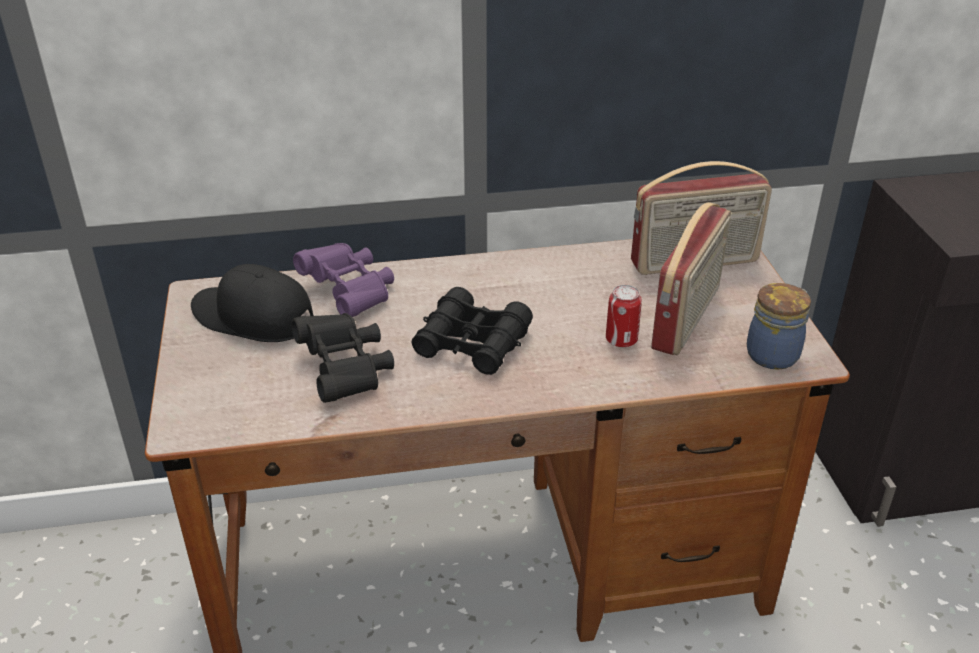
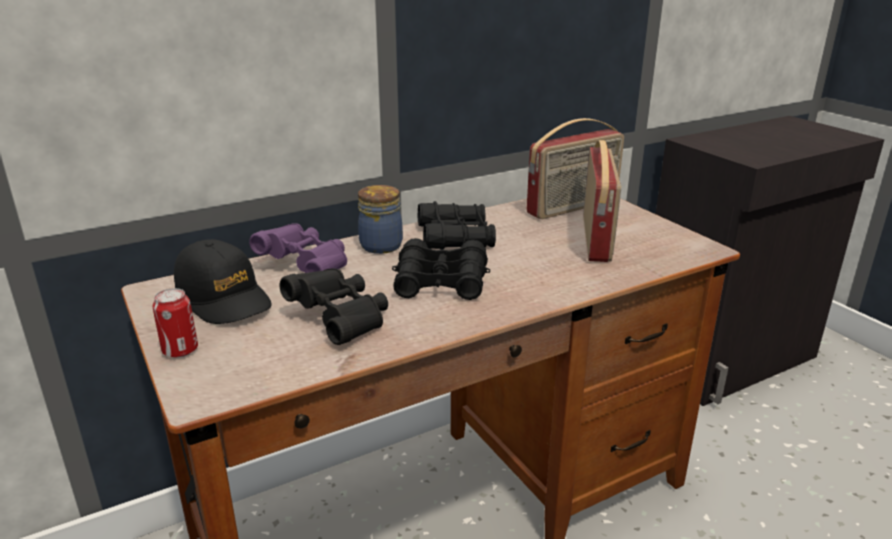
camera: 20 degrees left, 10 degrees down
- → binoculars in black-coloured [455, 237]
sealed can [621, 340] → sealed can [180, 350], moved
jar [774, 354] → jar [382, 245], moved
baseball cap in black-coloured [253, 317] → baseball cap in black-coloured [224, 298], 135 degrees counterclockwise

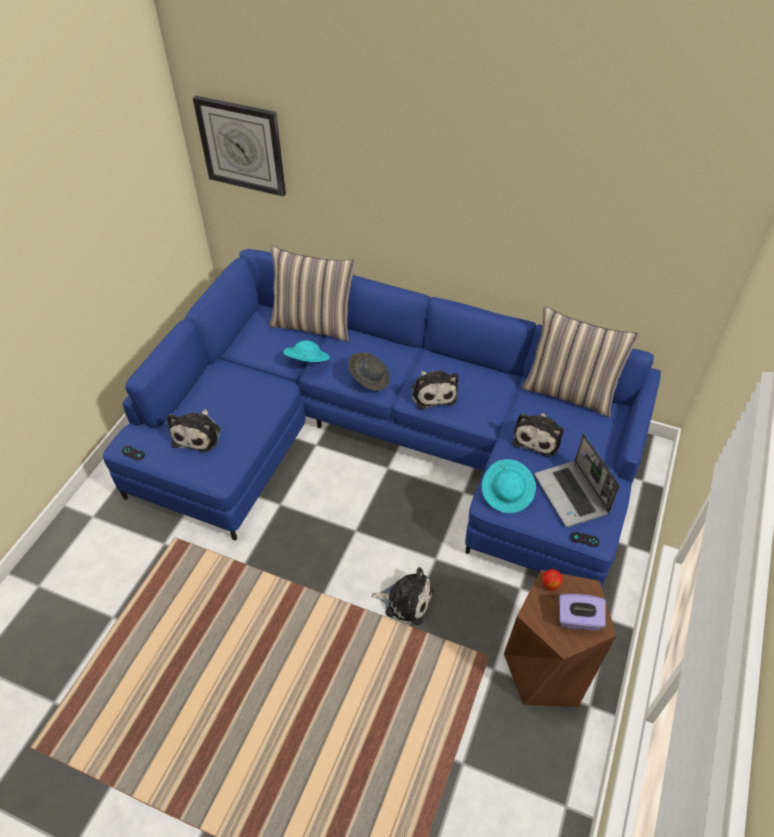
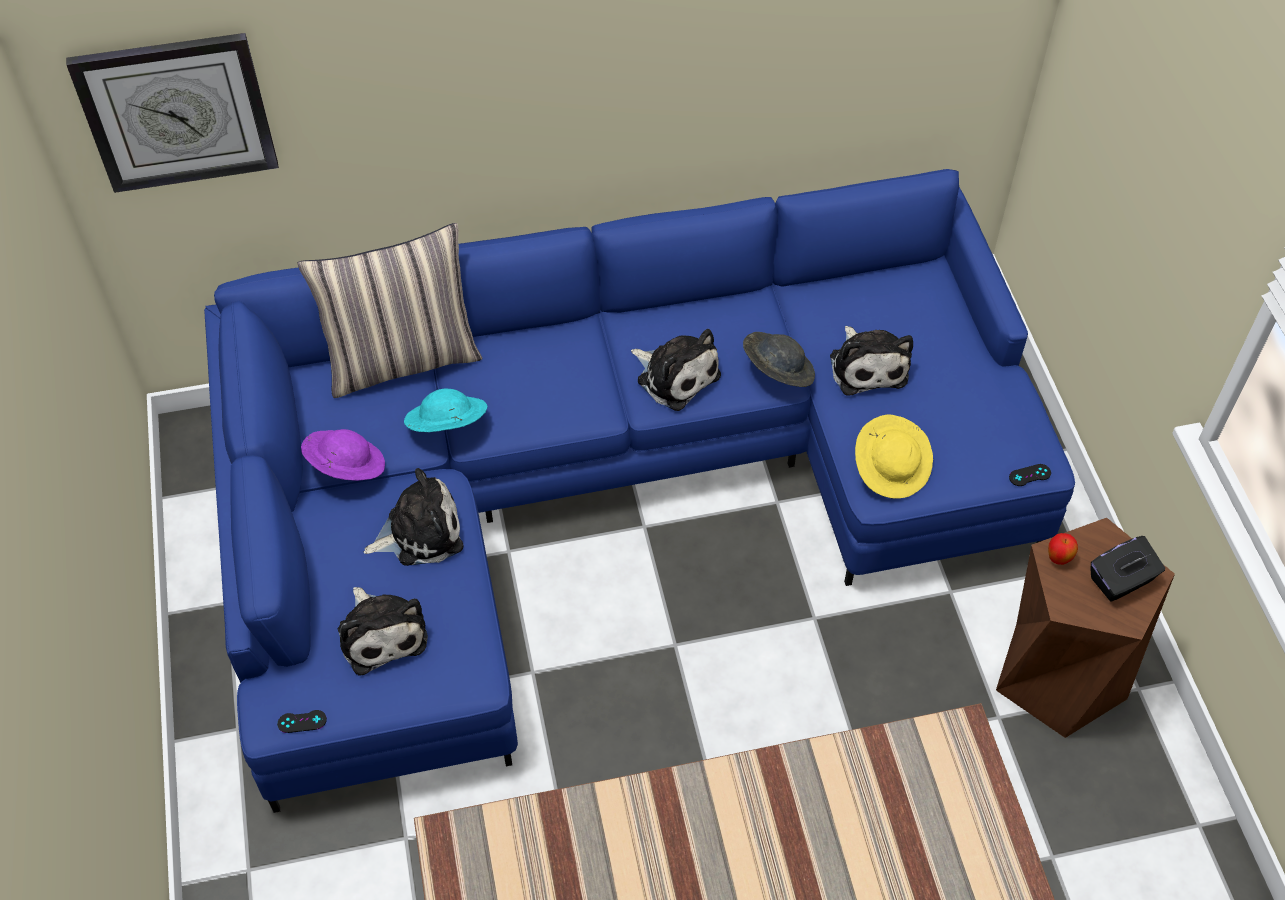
camera: 35 degrees left, 5 degrees up
throw pillow [570, 392] → -
notebook computer [572, 495] → -
- → hat in purple [345, 467]
hat in greyish [369, 378] → hat in greyish [777, 371], moved
plush toy [405, 601] → plush toy [419, 532], moved
hat in turquoise-coloured [507, 493] → hat in yellow [891, 468]
box of tissues in purple [578, 620] → box of tissues in black-coloured [1121, 581]

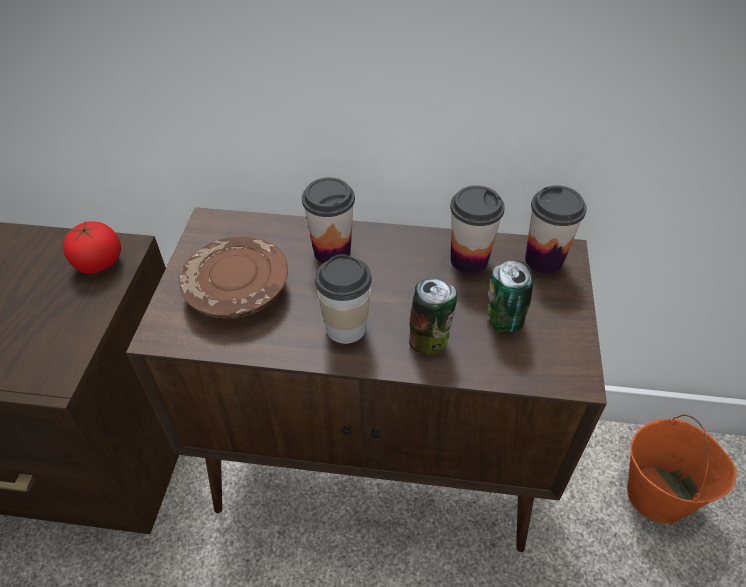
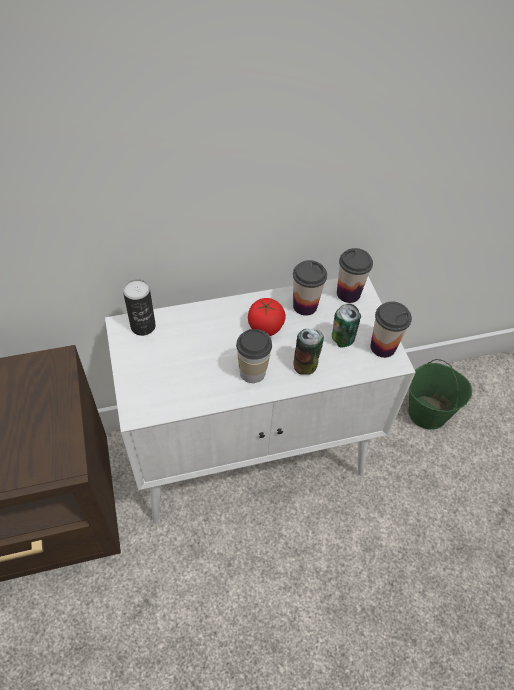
camera: 25 degrees left, 5 degrees up
dinner plate in brown-coloured [237, 290] → -
- → sealed can [143, 326]
whole tomato [99, 263] → whole tomato [265, 327], moved
cup [332, 252] → cup [382, 347], moved
storage cabinet in brown-coloured [378, 469] → storage cabinet in white [252, 456]
pail in orangey [658, 494] → pail in greenish [427, 412]

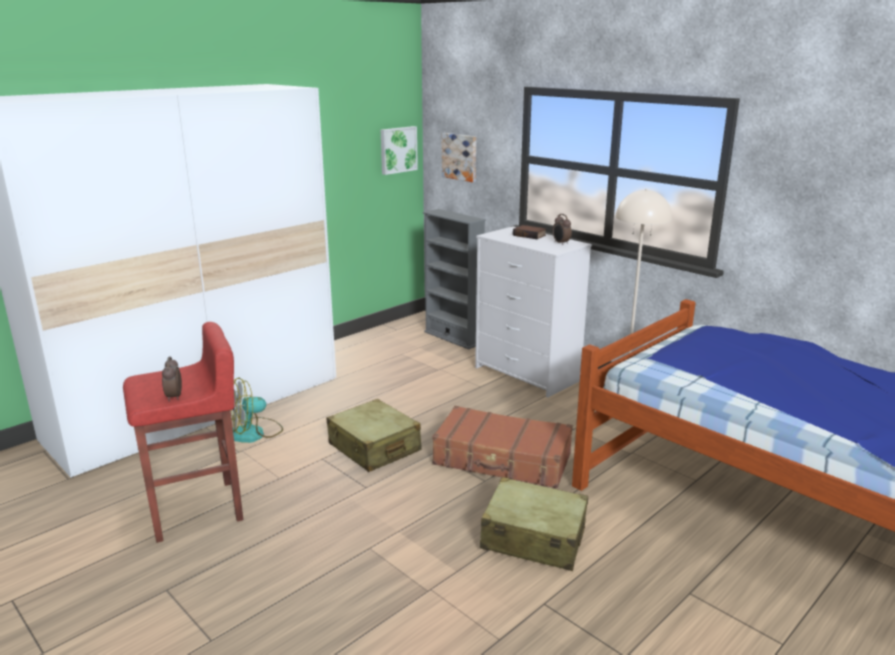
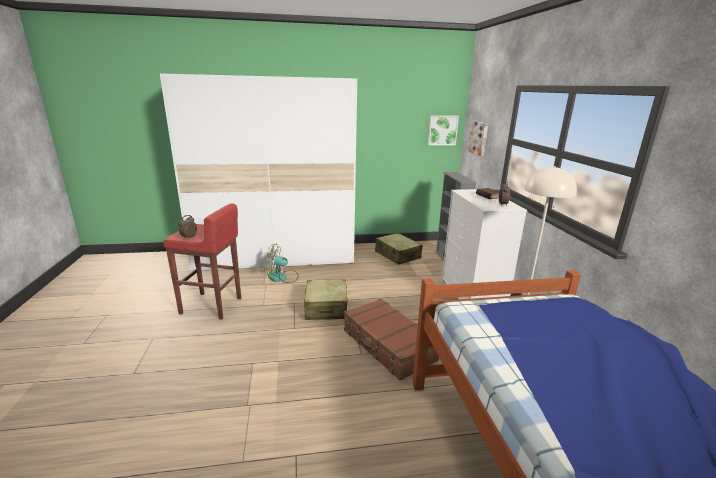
camera: 35 degrees right, 0 degrees up
piece of luggage in beige-coloured [533, 538] → piece of luggage in beige-coloured [397, 255], moved

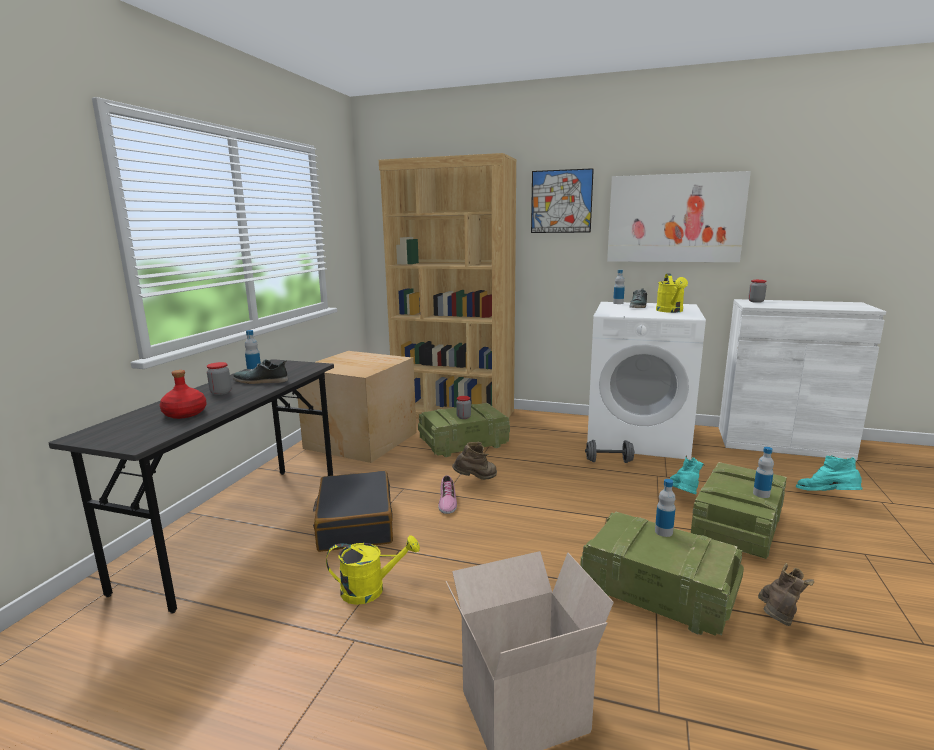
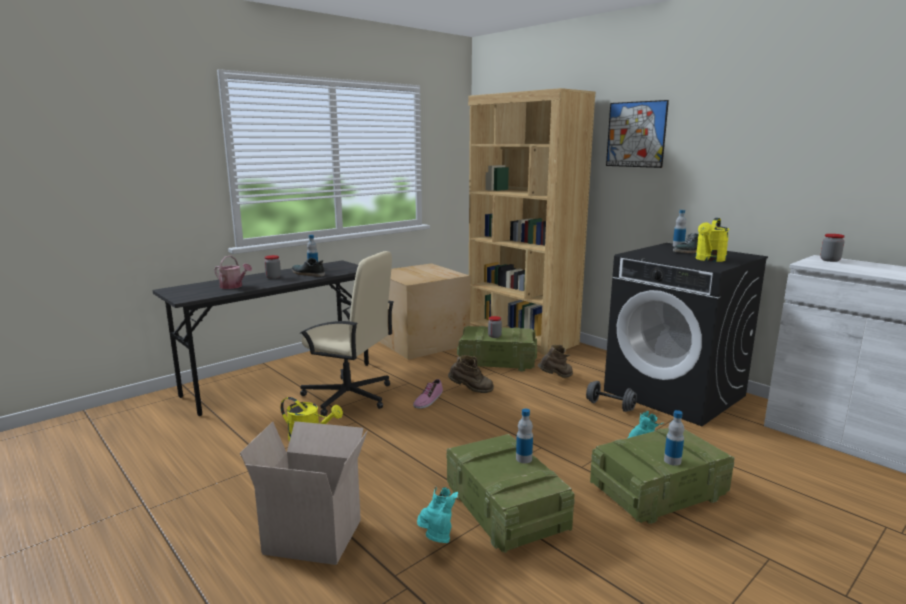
camera: 30 degrees right, 0 degrees up
picture [674, 218] → -
tall boot in brown-coloured [777, 620] → tall boot in brown-coloured [556, 378], moved
tall boot in turquoise-coloured [826, 497] → tall boot in turquoise-coloured [436, 540], moved
drink bottle in red-coloured [185, 414] → watering can [233, 286]
piece of luggage in black-coloured [355, 523] → office chair in beige-coloured [349, 396]
washing machine in white [639, 437] → washing machine in black-coloured [675, 393]

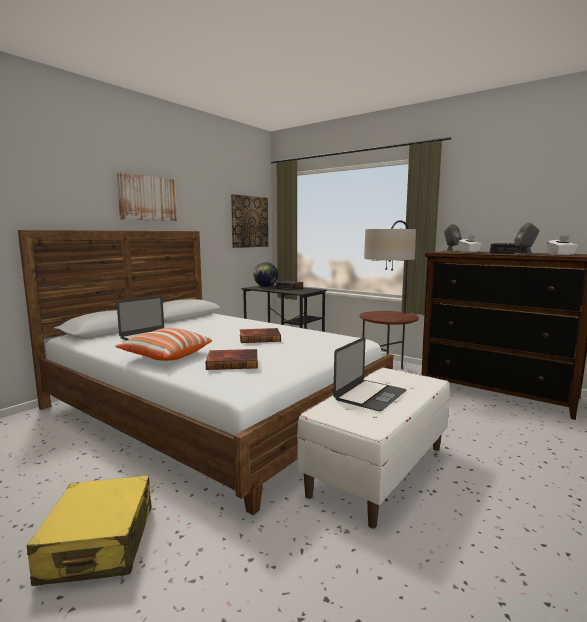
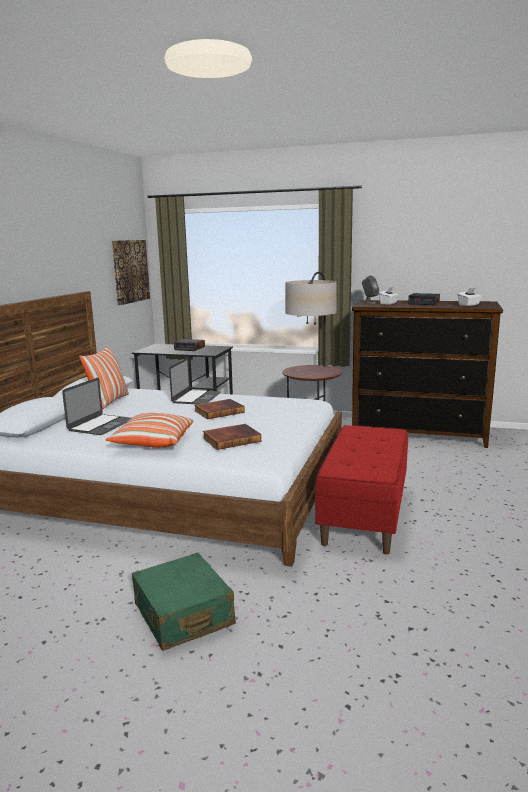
camera: 20 degrees left, 5 degrees up
picture [148, 198] → -
desk globe [265, 286] → -
loudspeaker in greyish [525, 254] → -
- → throw pillow [109, 402]
notebook computer [370, 395] → notebook computer [196, 397], moved
piece of luggage in yellow [99, 544] → piece of luggage in greenish [183, 615]
bench in white [378, 470] → bench in red-coloured [364, 514]

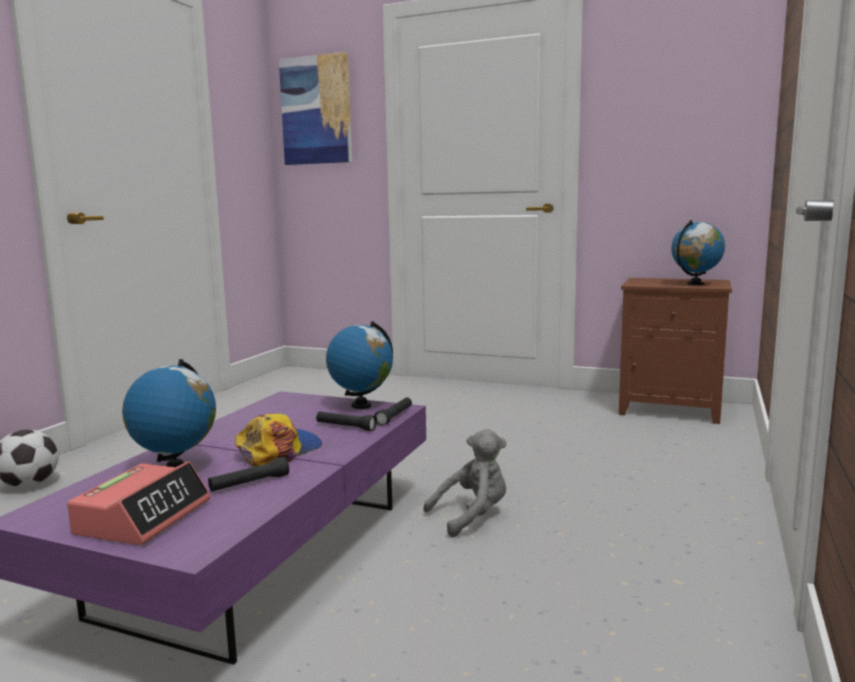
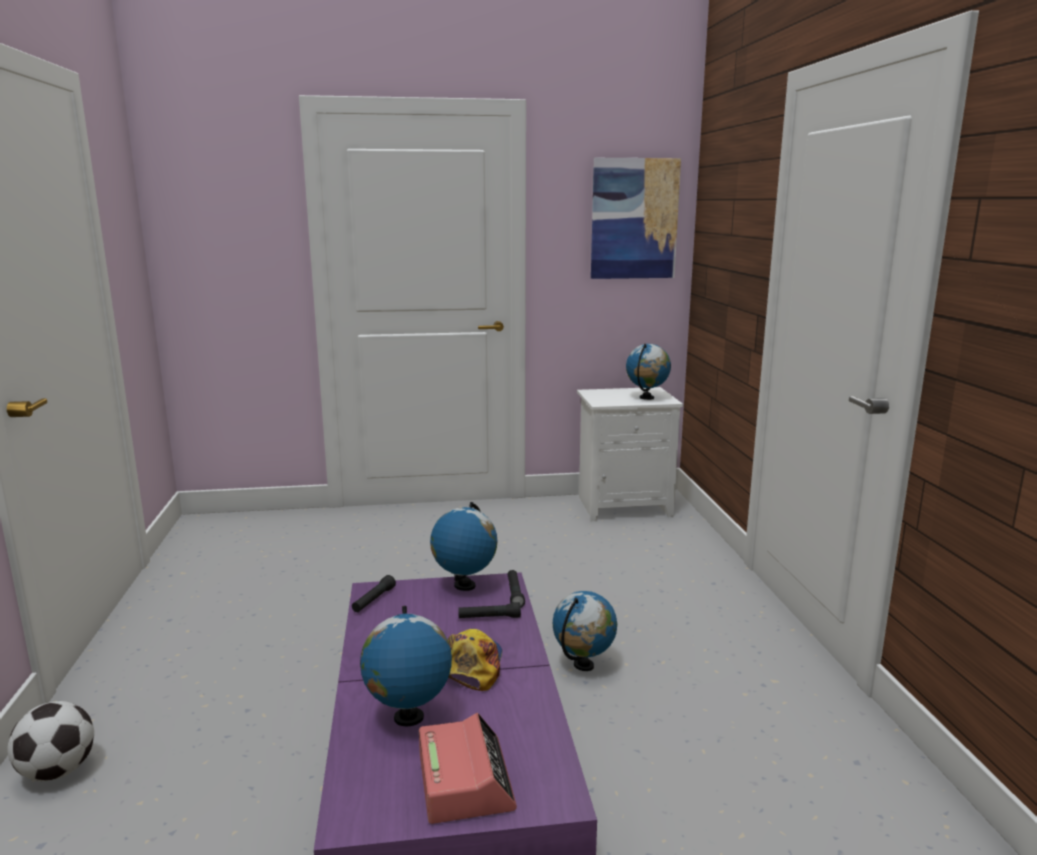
camera: 30 degrees left, 5 degrees up
flashlight in black-coloured [249, 484] → flashlight in black-coloured [373, 600], moved
picture [316, 110] → picture [634, 219], moved
plush toy in greyish [472, 516] → desk globe [583, 665]
bedside table in brown-coloured [671, 408] → bedside table in white [624, 506]

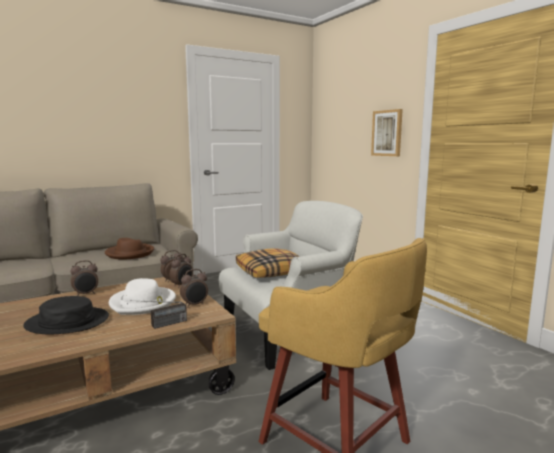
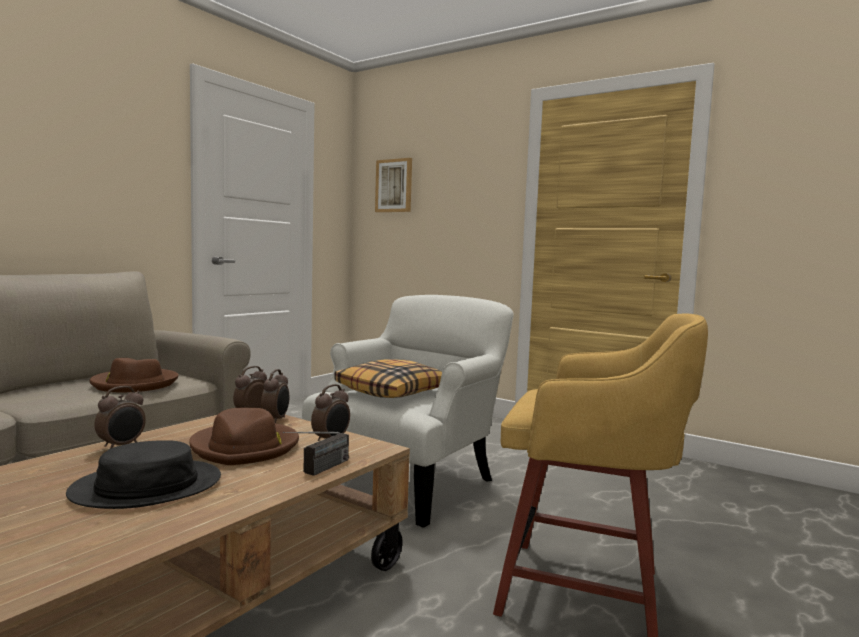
camera: 25 degrees left, 5 degrees down
picture [387, 133] → picture [394, 186], moved
hat in white [143, 303] → hat in brown-coloured [246, 447]

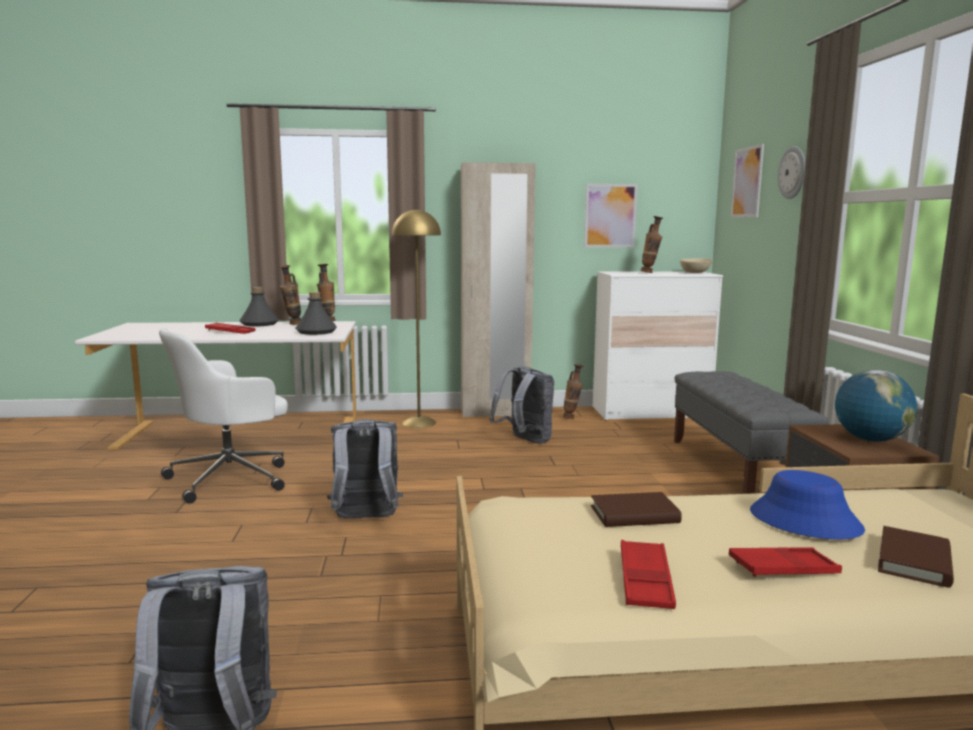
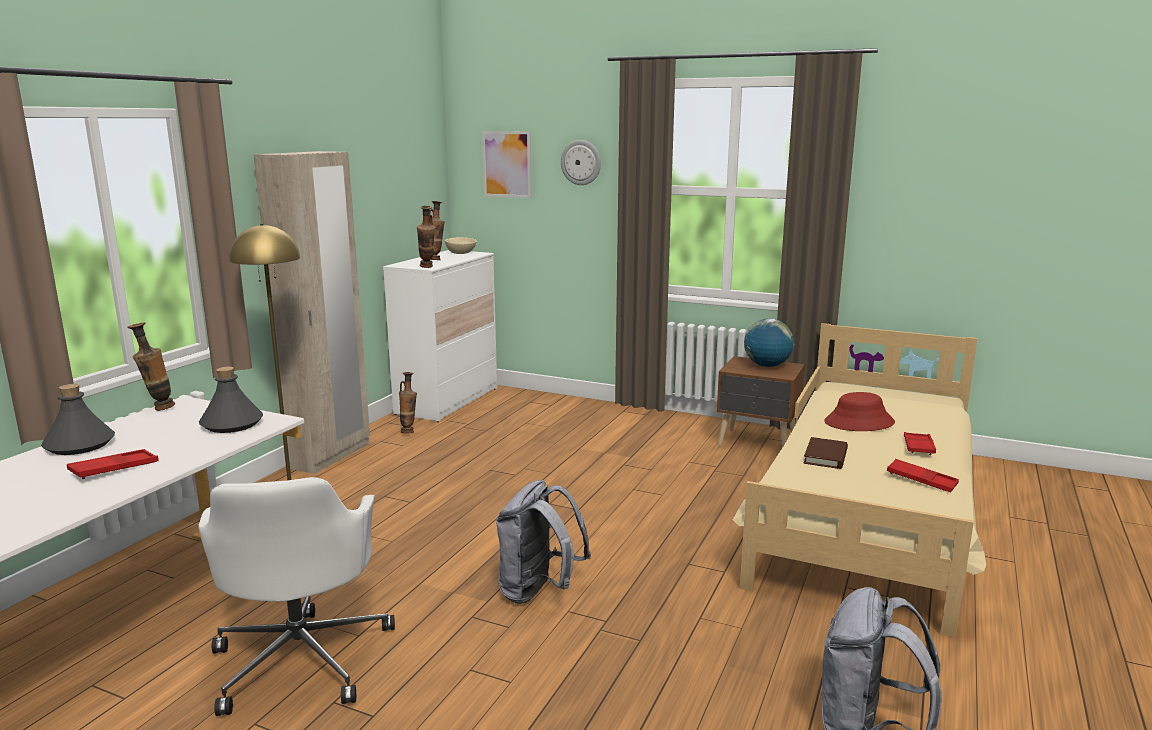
camera: 60 degrees left, 5 degrees up
rucksack in greyish [524, 441] → -
picture [610, 216] → -
bench in greyish [736, 467] → -
book in brown-coloured [914, 561] → -
flower vase [292, 324] → flower vase [427, 267], moved
hat in blue-coloured [804, 521] → hat in red-coloured [859, 423]

